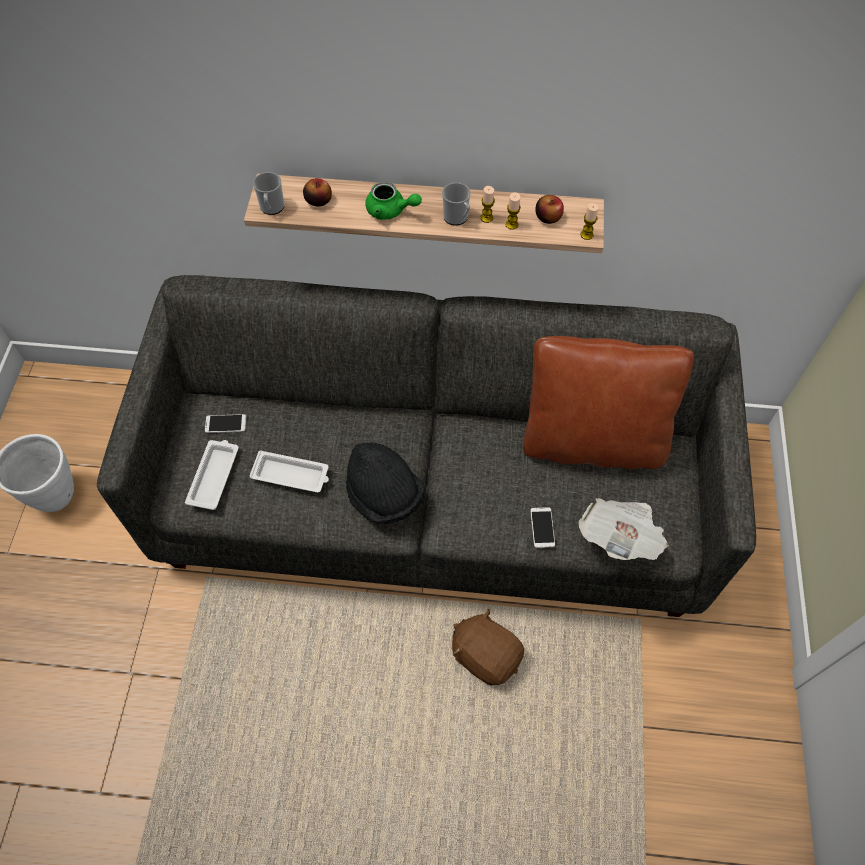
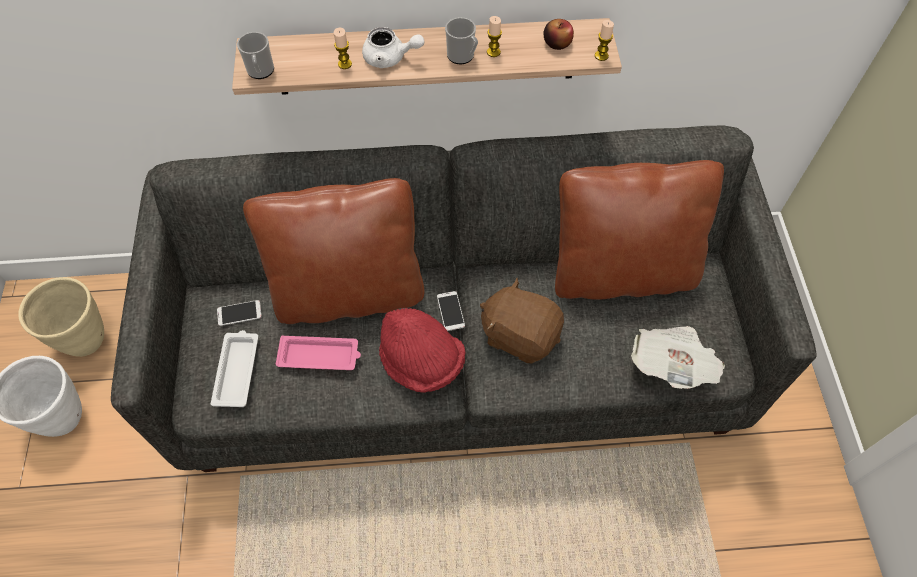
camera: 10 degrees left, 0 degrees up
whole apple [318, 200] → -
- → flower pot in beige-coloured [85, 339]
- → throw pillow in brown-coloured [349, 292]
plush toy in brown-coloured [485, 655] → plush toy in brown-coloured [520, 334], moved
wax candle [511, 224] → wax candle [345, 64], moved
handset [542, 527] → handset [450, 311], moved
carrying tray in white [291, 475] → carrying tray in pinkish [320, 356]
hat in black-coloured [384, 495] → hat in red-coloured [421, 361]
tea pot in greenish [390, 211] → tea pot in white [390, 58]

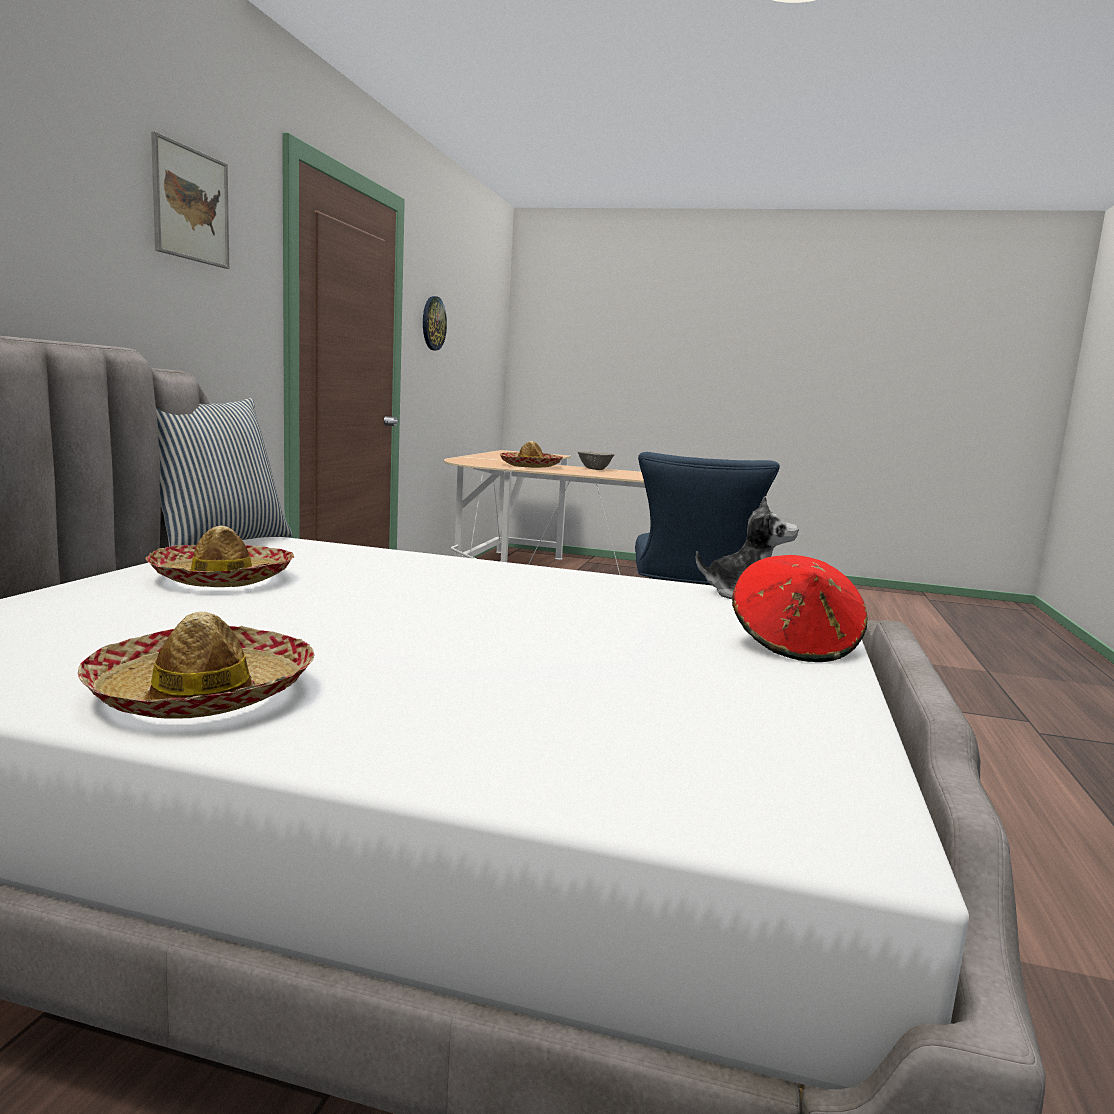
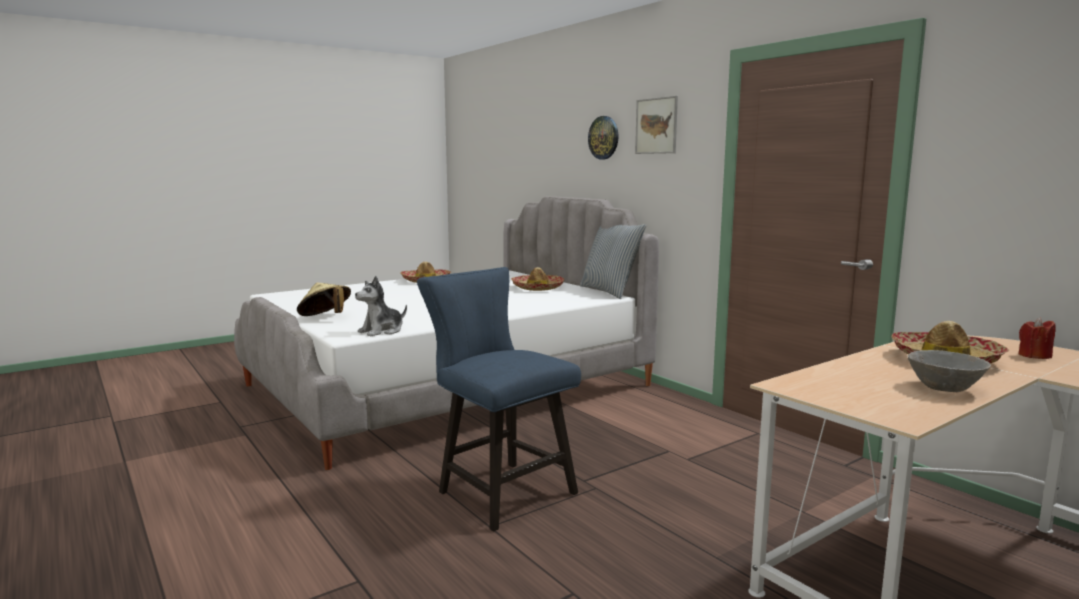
camera: 130 degrees right, 0 degrees up
- → wax candle in red-coloured [1034, 356]
hanging clock [433, 323] → hanging clock [604, 137], moved
hat in red-coloured [794, 646] → hat in beige-coloured [325, 318]

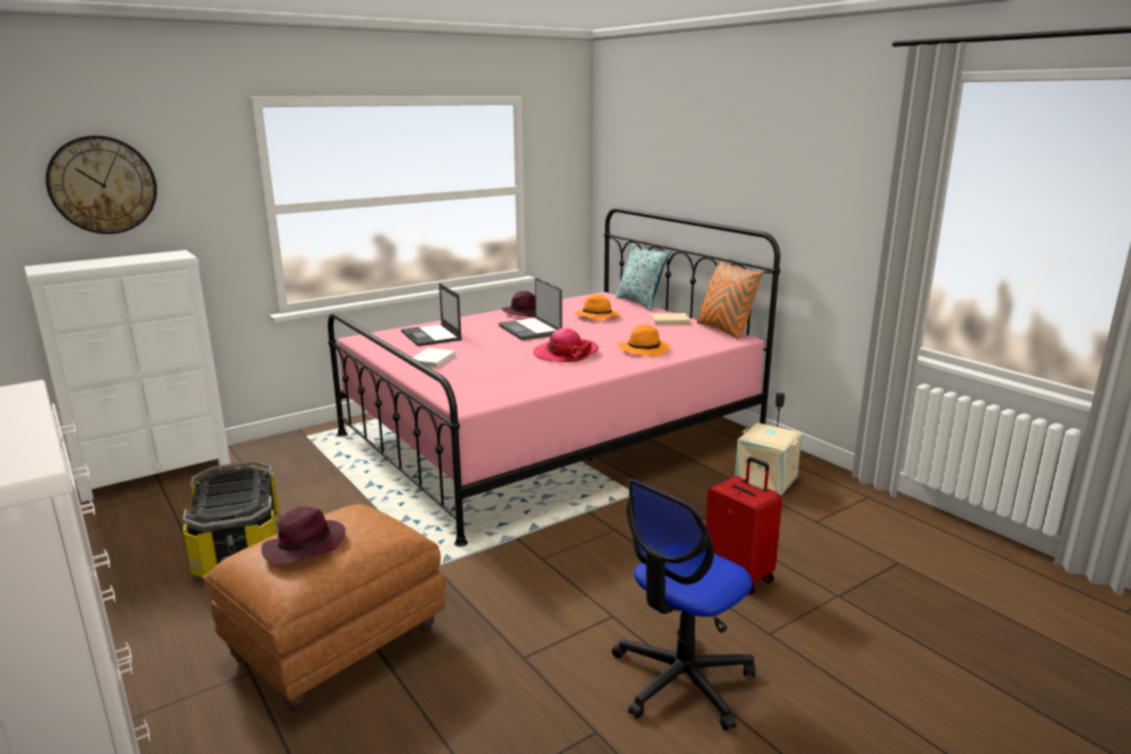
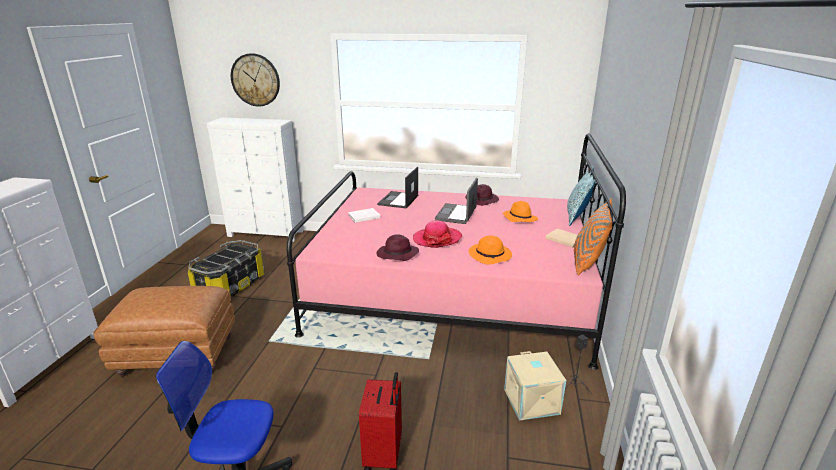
camera: 45 degrees right, 5 degrees up
hat in purple [304, 547] → hat in purple [397, 255], moved

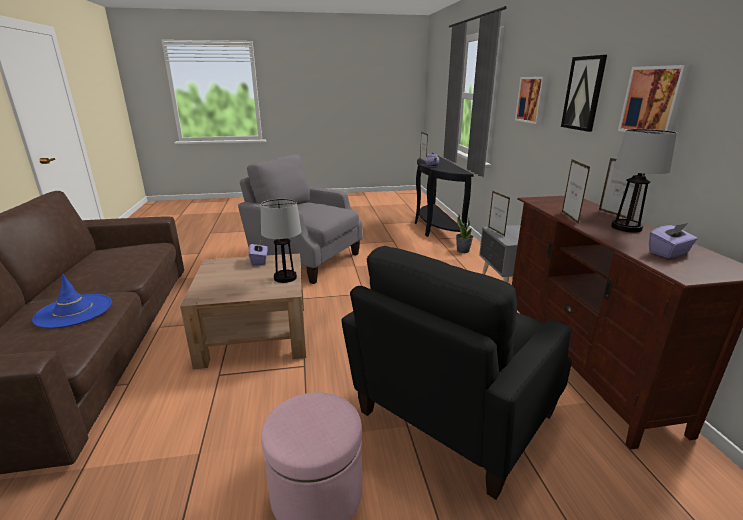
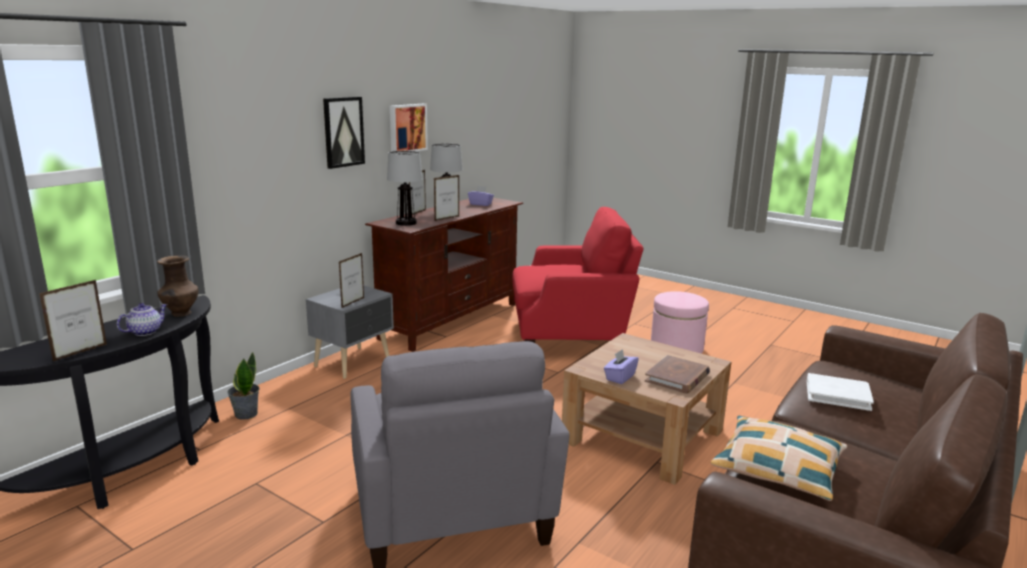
camera: 135 degrees left, 5 degrees down
picture [532, 99] → -
- → flower vase in brown-coloured [181, 314]
- → book in brown-coloured [677, 378]
- → throw pillow [778, 468]
lamp for a table [285, 277] → lamp for a table [405, 223], moved
hat in blue-coloured [73, 311] → book in white [837, 395]
armchair in black-coloured [452, 416] → armchair in red-coloured [570, 338]

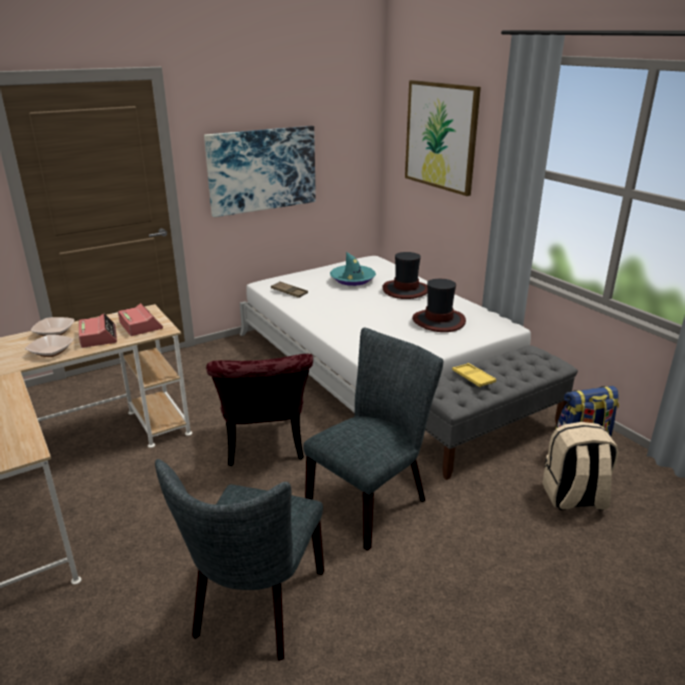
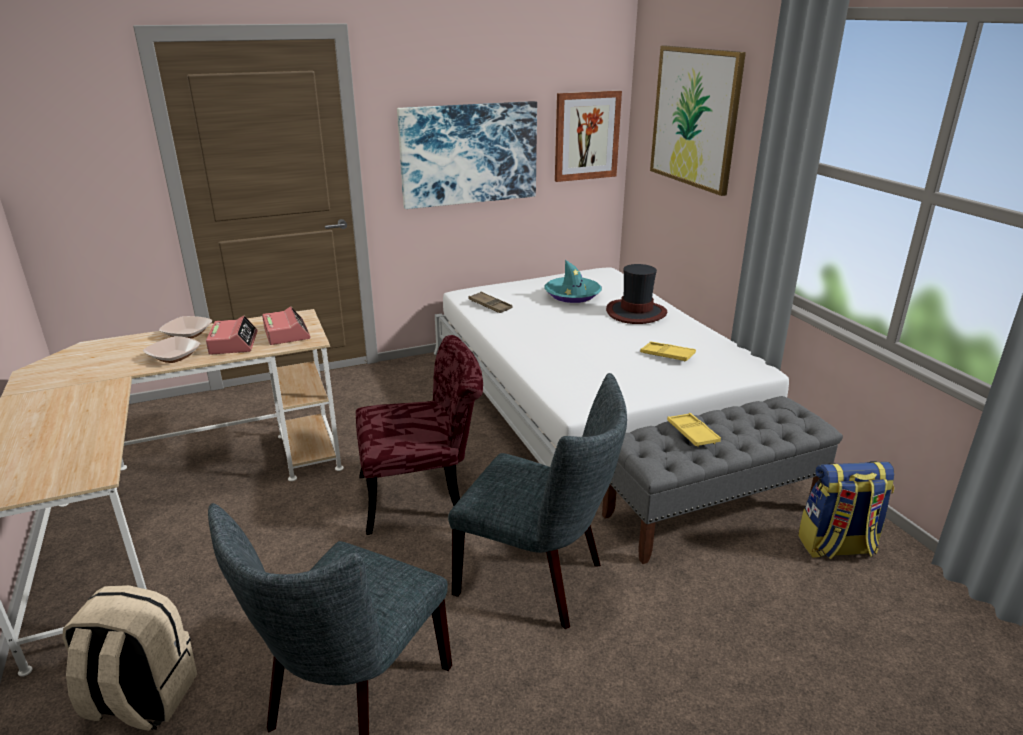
camera: 10 degrees right, 0 degrees up
- → picture [586, 136]
rucksack in beige-coloured [573, 498] → rucksack in beige-coloured [141, 700], moved
hat [439, 321] → carrying tray in yellow [667, 355]
upright chair in red-coloured [265, 447] → upright chair in red-coloured [424, 495], 105 degrees counterclockwise
upright chair in greyish [372, 500] → upright chair in greyish [539, 579], 60 degrees clockwise

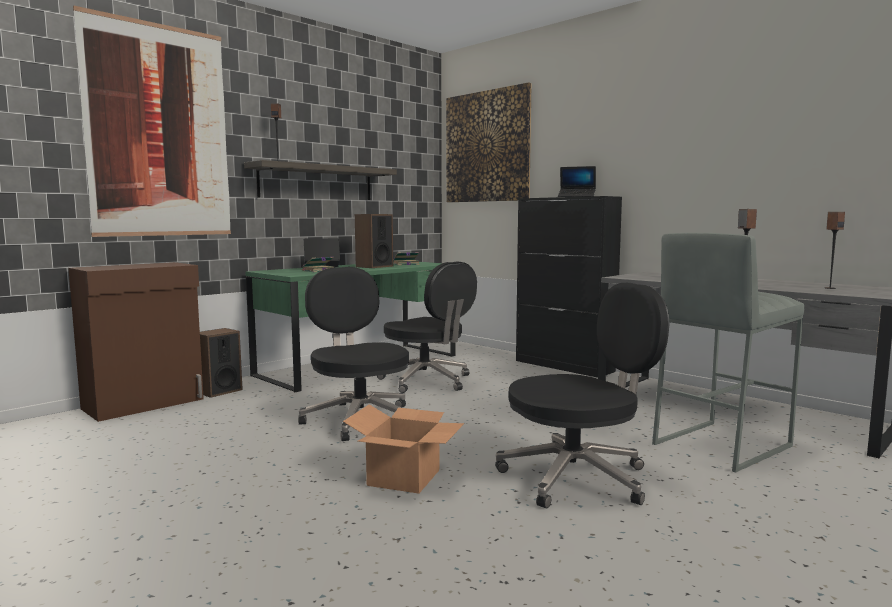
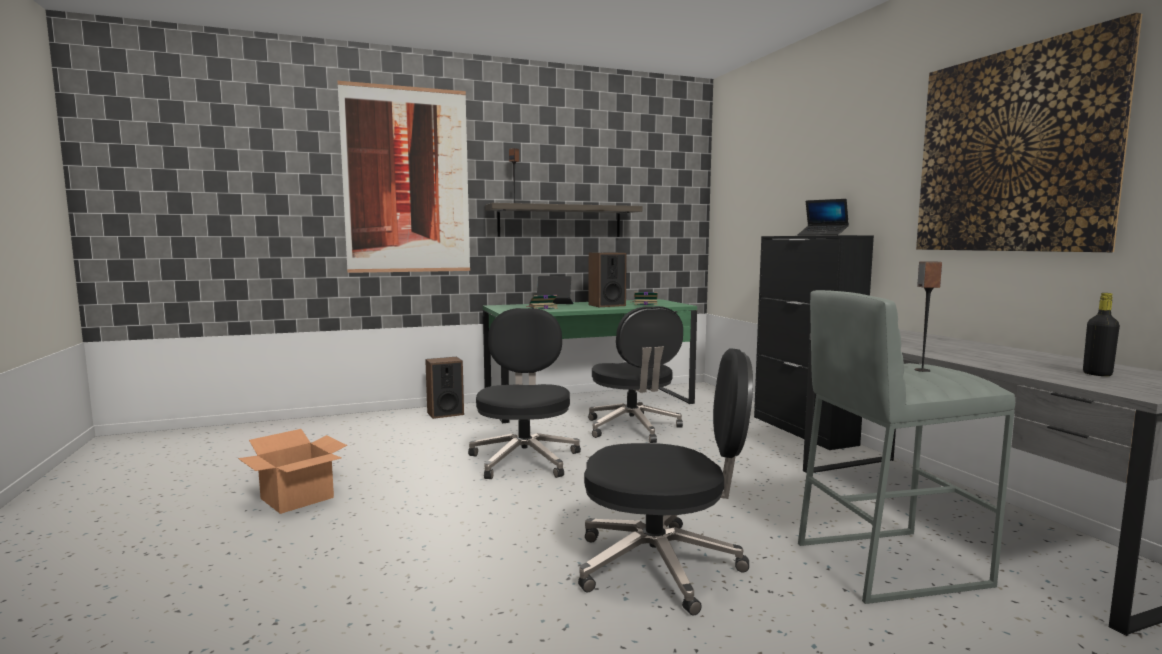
camera: 25 degrees right, 0 degrees up
storage cabinet in brown-coloured [145, 404] → -
packing box [404, 477] → packing box [298, 498], moved
picture [487, 147] → picture [1013, 151], moved
loudspeaker [829, 288] → drink bottle in black-coloured [1097, 374]

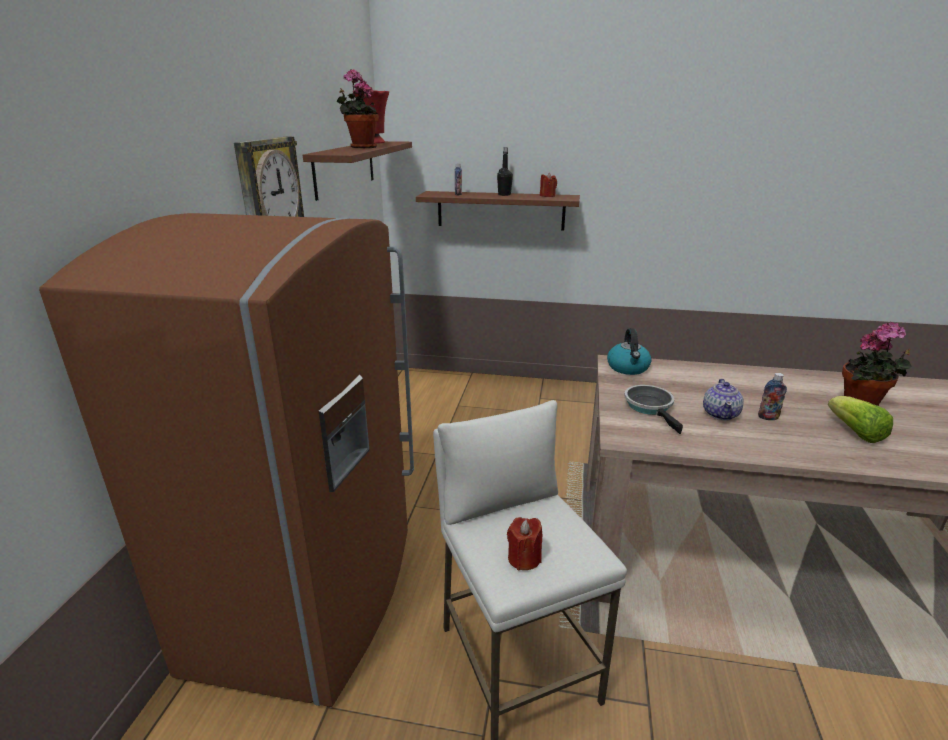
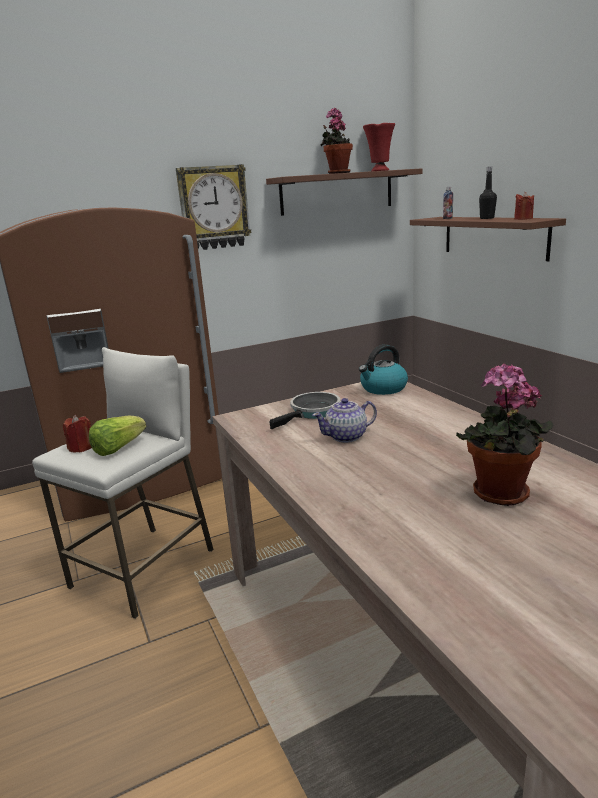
camera: 55 degrees right, 5 degrees down
drink bottle [768, 417] → -
lettuce [855, 432] → lettuce [118, 448], moved

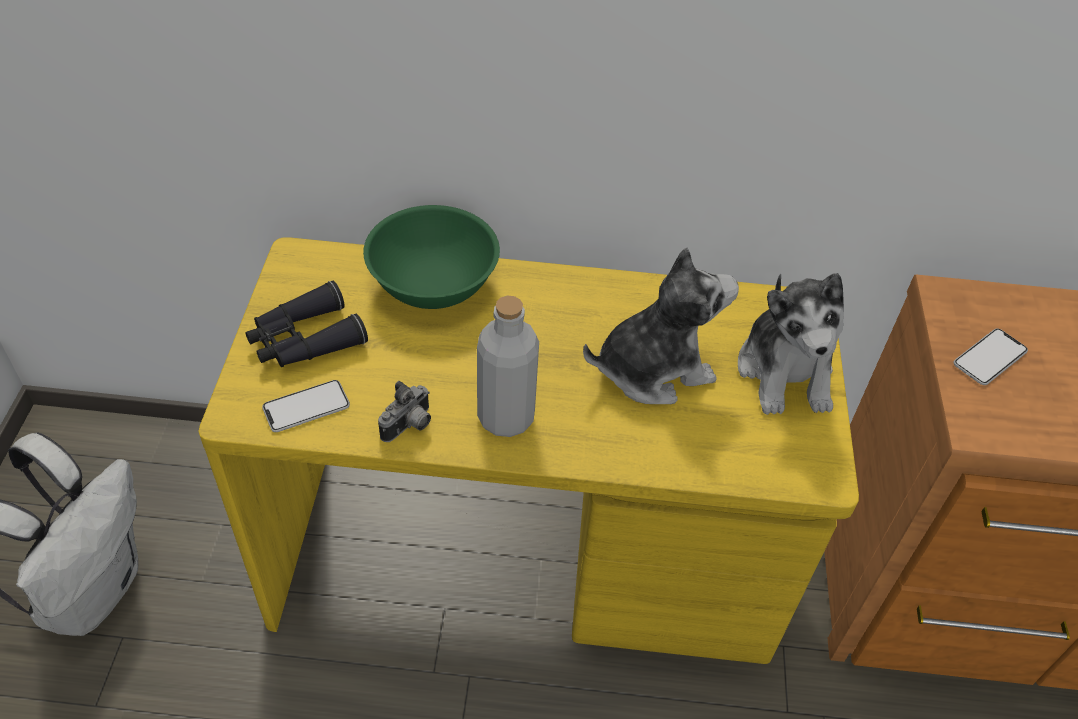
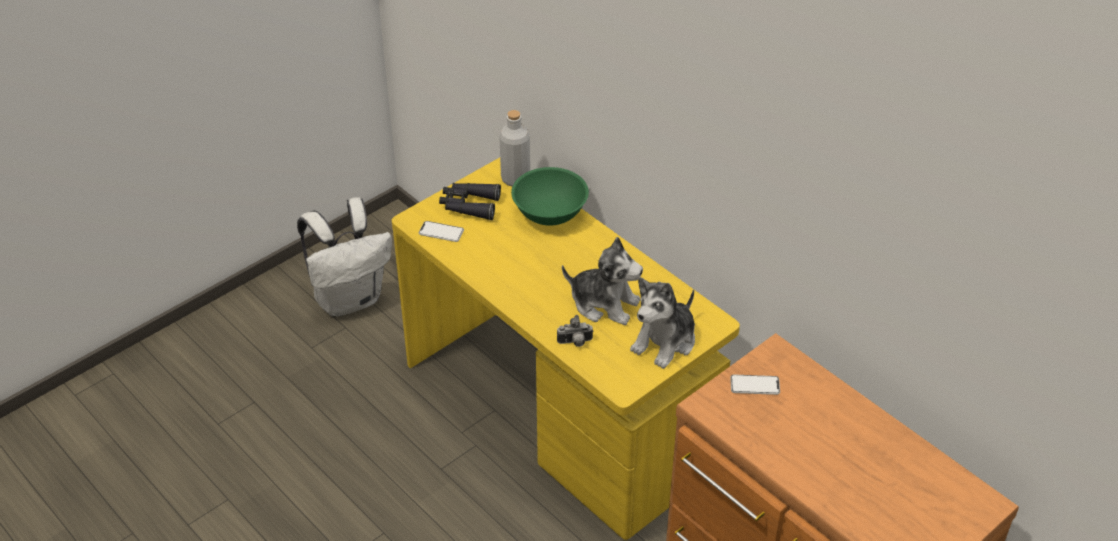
camera: 45 degrees right, 5 degrees down
still camera [409, 426] → still camera [575, 343], moved
drink bottle in greyish [506, 417] → drink bottle in greyish [515, 179], moved

